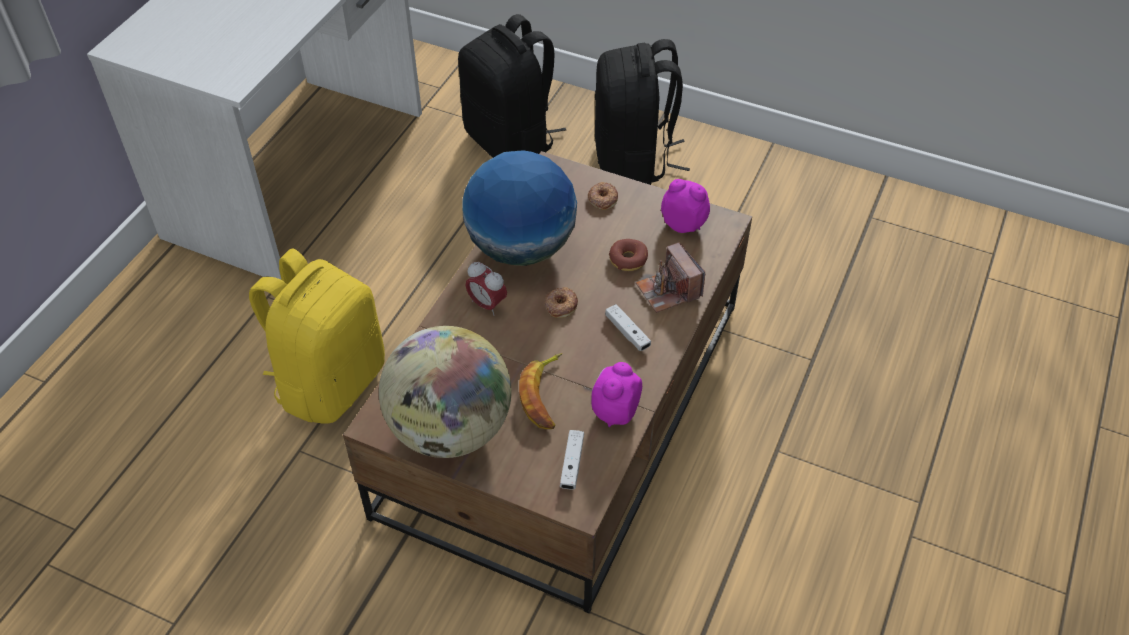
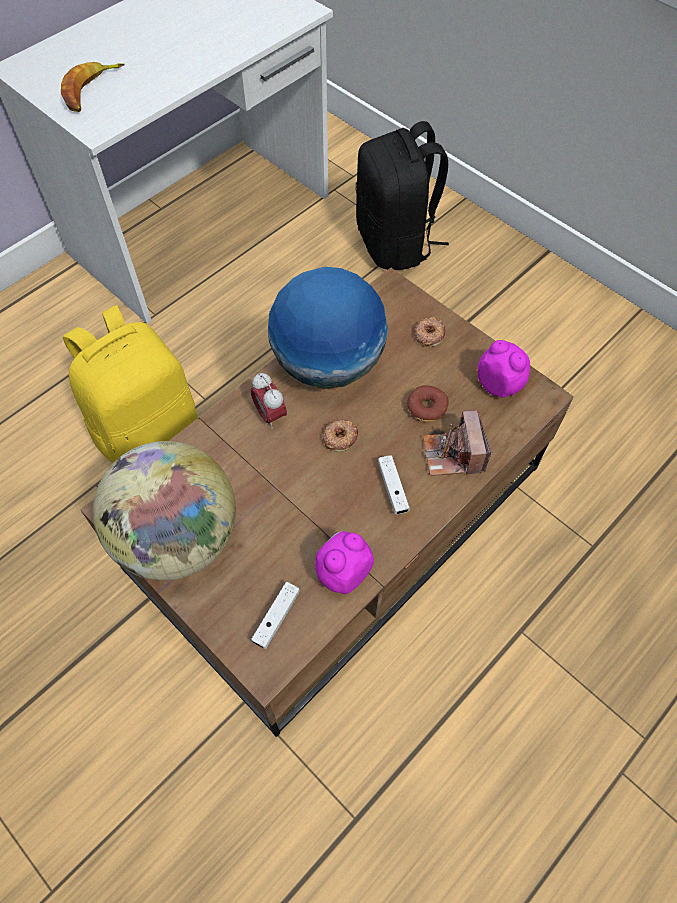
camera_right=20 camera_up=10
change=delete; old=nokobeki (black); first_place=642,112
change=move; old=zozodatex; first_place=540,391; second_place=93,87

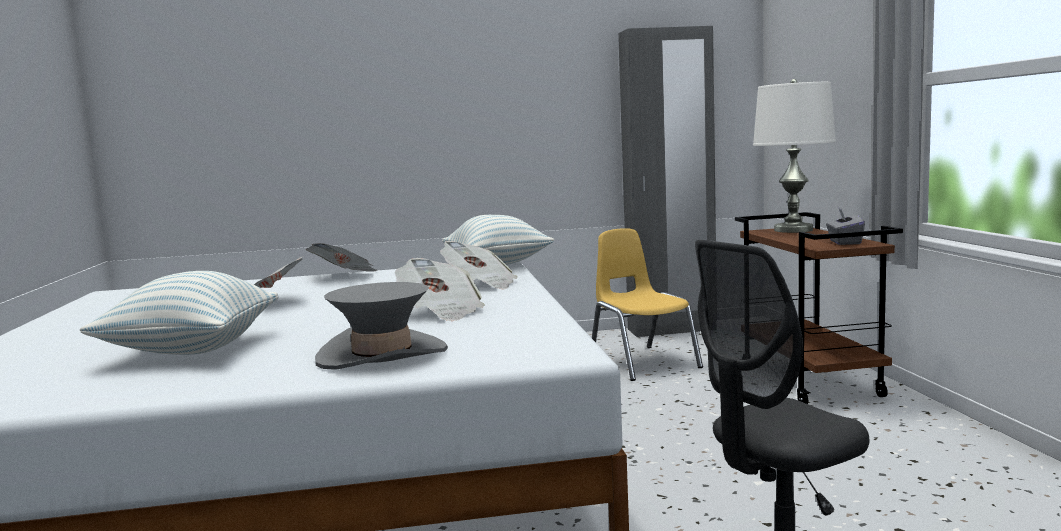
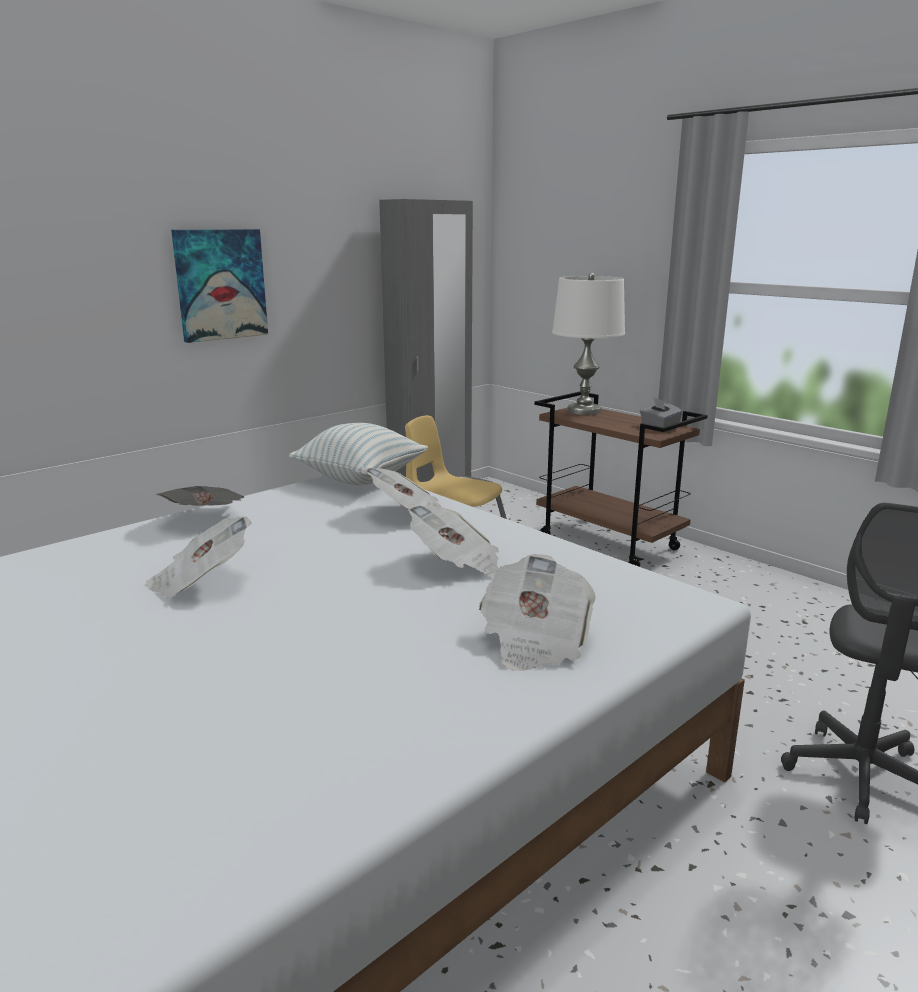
camera_right=-35 camera_up=10
change=delete; old=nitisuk; first_place=179,313
change=replace; old=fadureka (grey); new=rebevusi; first_place=381,326; second_place=537,612
change=insert; new=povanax; second_place=219,286

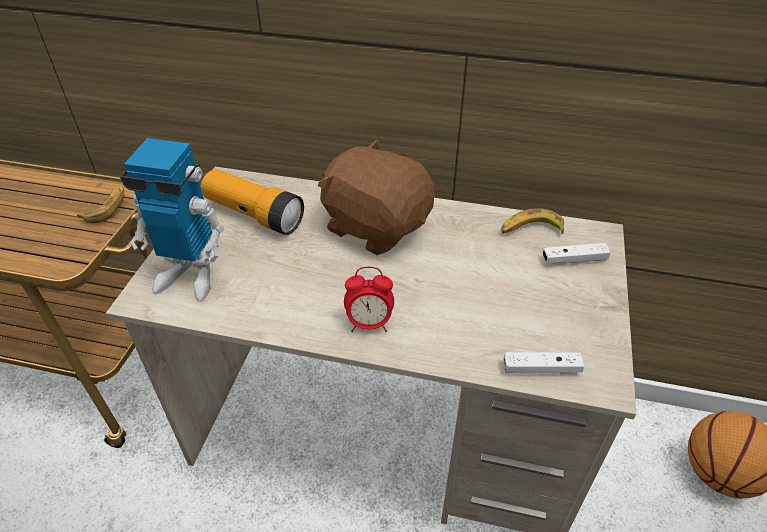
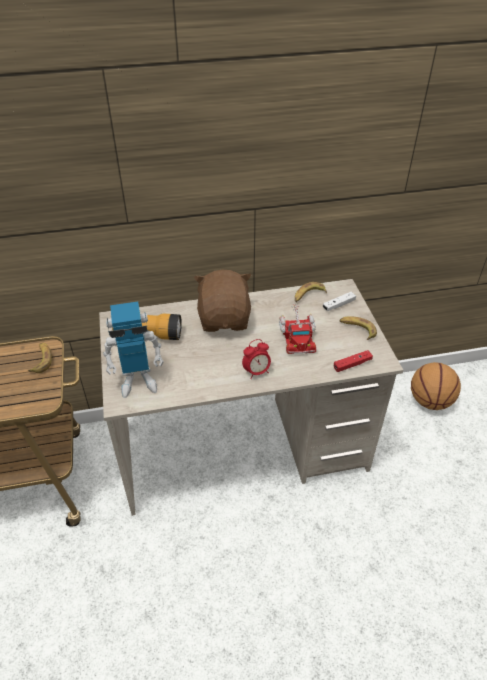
camera_right=-25 camera_up=0
change=rotate; old=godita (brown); first_place=376,197; second_place=222,301; degrees=75
change=recolor; old=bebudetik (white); new=bebudetik (red); first_place=543,362; second_place=353,361
change=insert; new=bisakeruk; second_place=297,328
change=insert; new=zozodatex; second_place=358,328

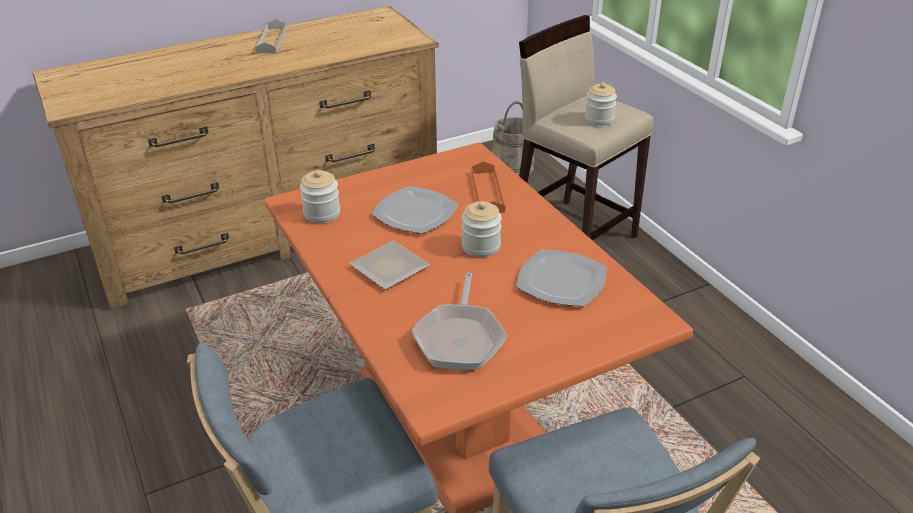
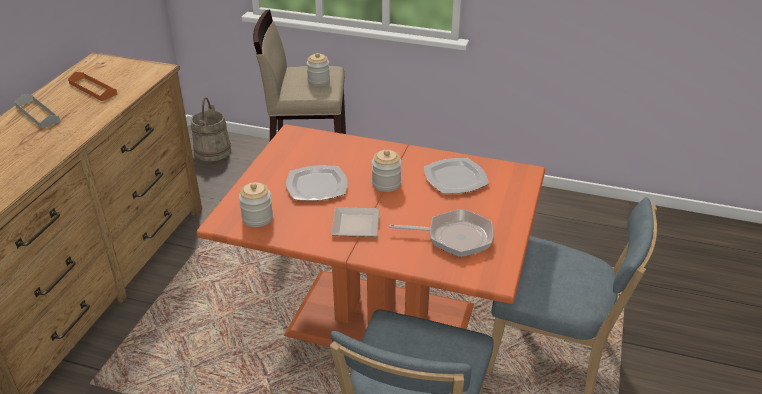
camera_right=-45 camera_up=0
change=move; old=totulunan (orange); first_place=488,187; second_place=93,86
change=rotate; old=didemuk; first_place=459,321; second_place=441,233; degrees=-45

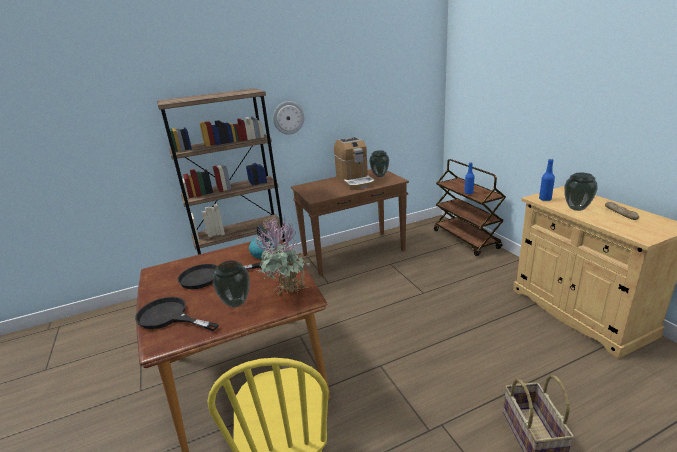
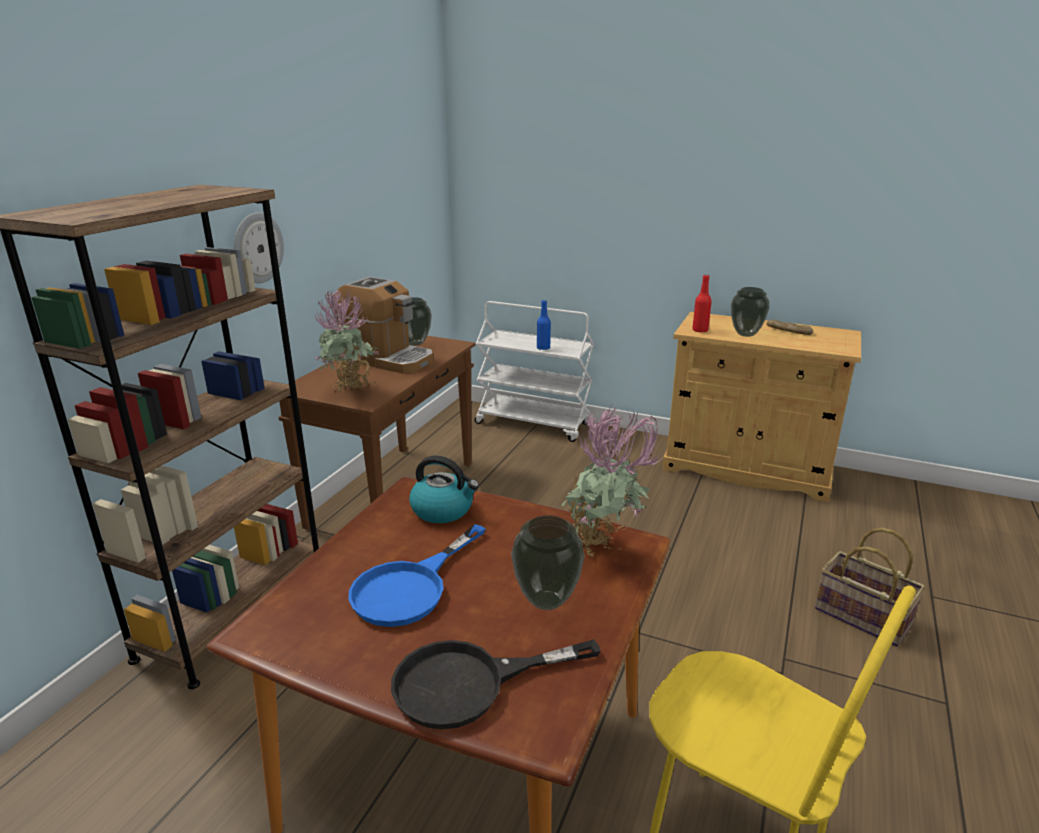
camera_right=-45 camera_up=0
change=recolor; old=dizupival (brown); new=dizupival (white); first_place=470,207; second_place=534,371
change=recolor; old=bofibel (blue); new=bofibel (red); first_place=547,180; second_place=702,303
change=recolor; old=didemuk (black); new=didemuk (blue); first_place=220,275; second_place=417,575
change=insert; new=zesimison; second_place=346,341

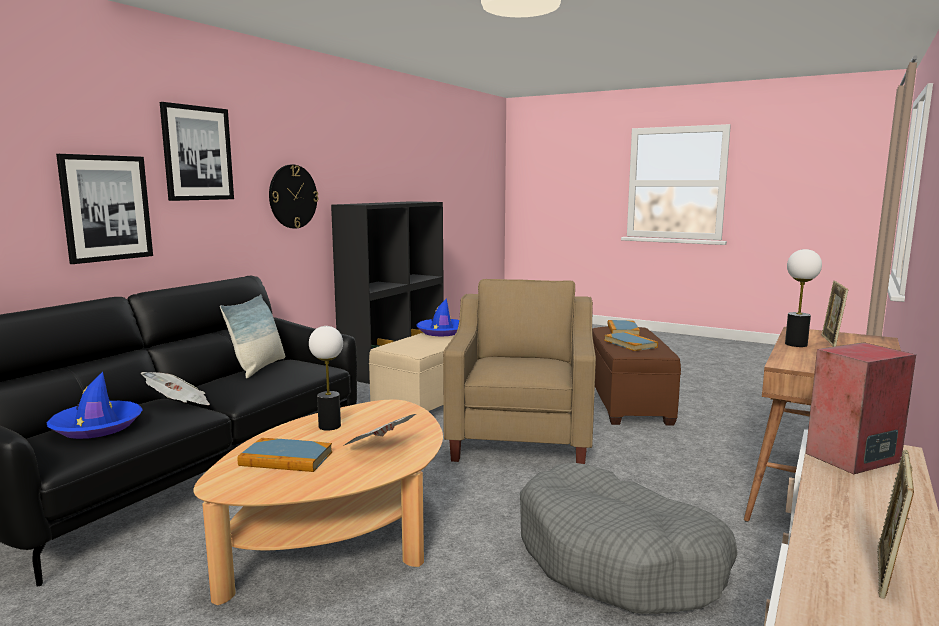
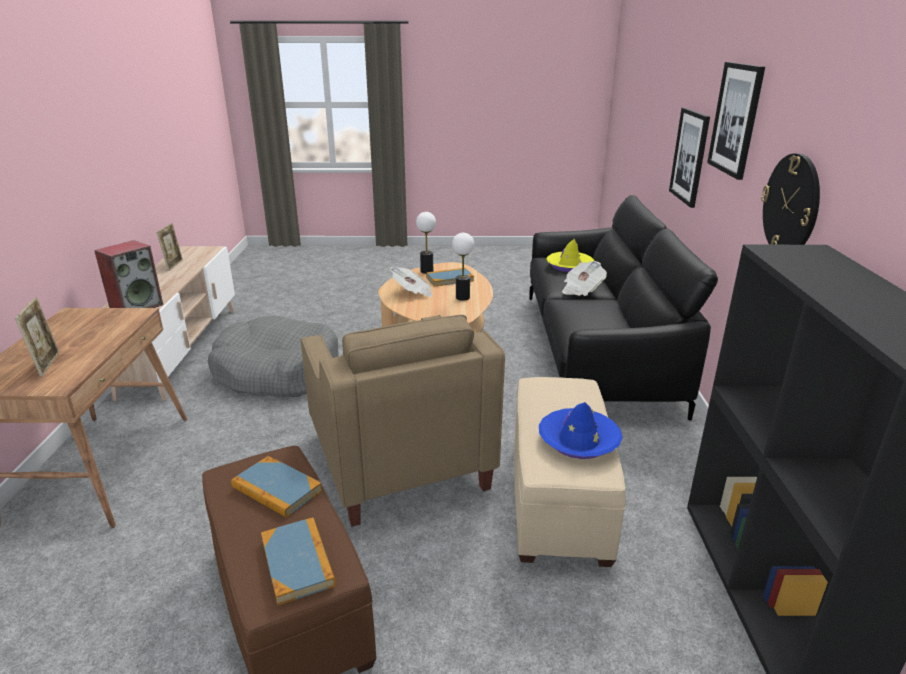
camera_right=150 camera_up=15
change=move; old=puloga; first_place=803,298; second_place=426,243
change=delete; old=nitisuk; first_place=252,336
change=recolor; old=fadureka (blue); new=fadureka (yellow); first_place=95,405; second_place=570,255

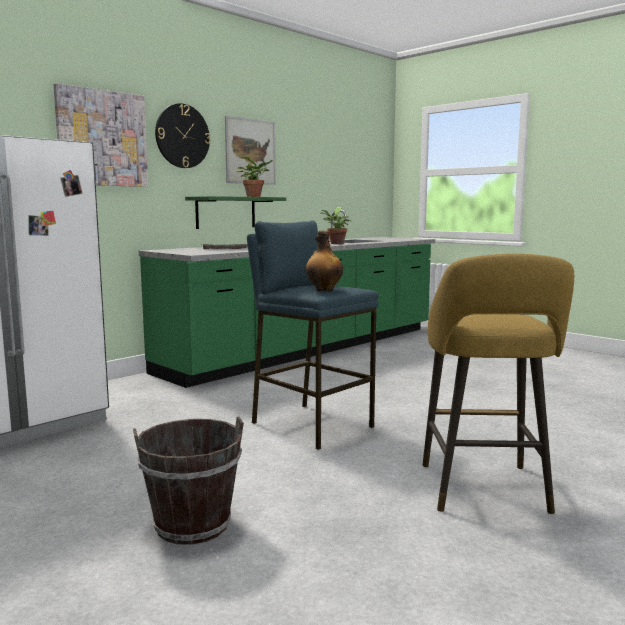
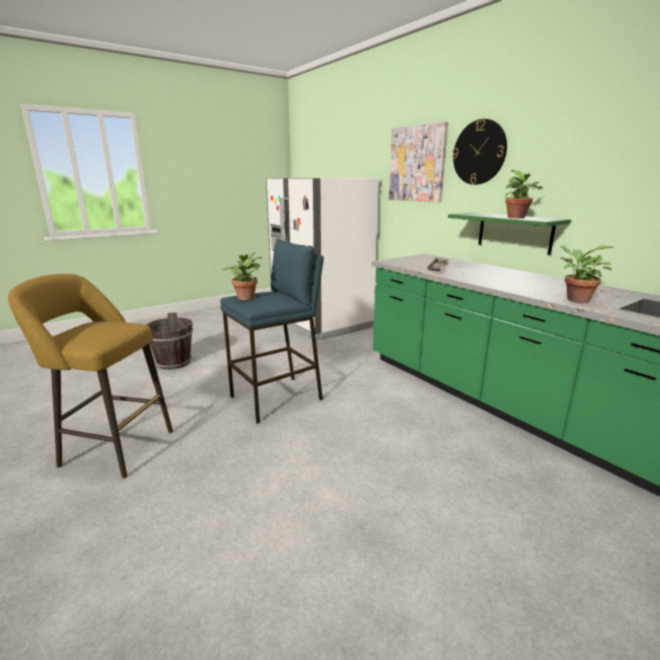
camera_right=100 camera_up=10
change=delete; old=povanax; first_place=250,150
change=replace; old=bofibel; new=zesimison; first_place=324,261; second_place=242,276

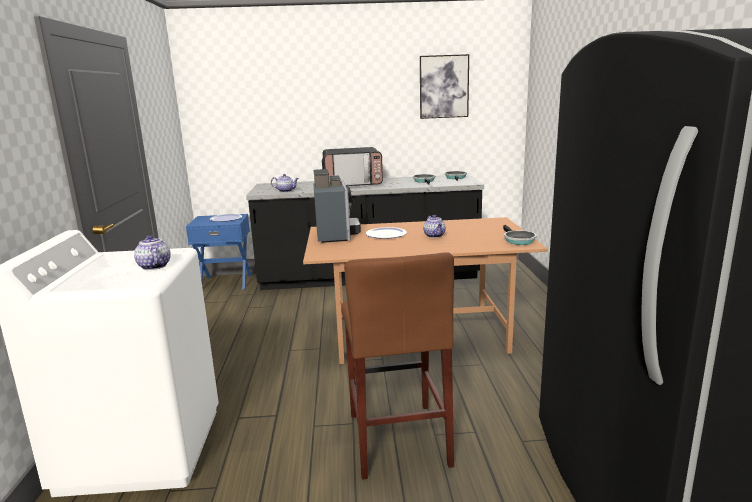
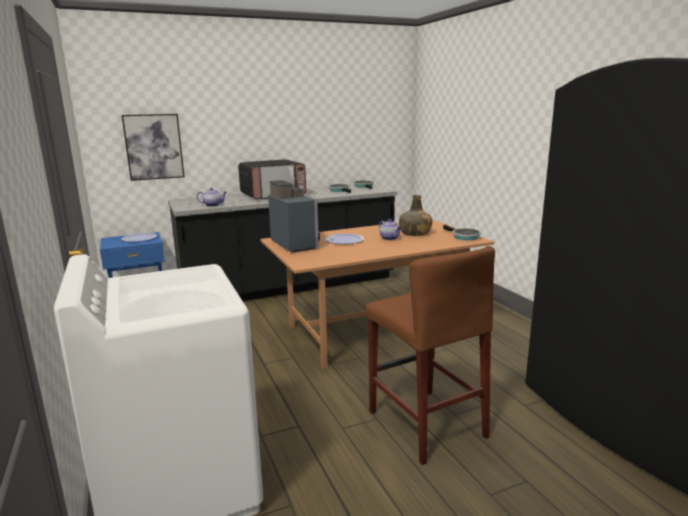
camera_right=-20 camera_up=0
change=move; old=povanax; first_place=444,86; second_place=153,147
change=delete; old=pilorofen; first_place=152,252
change=insert; new=bofibel (green); second_place=415,215

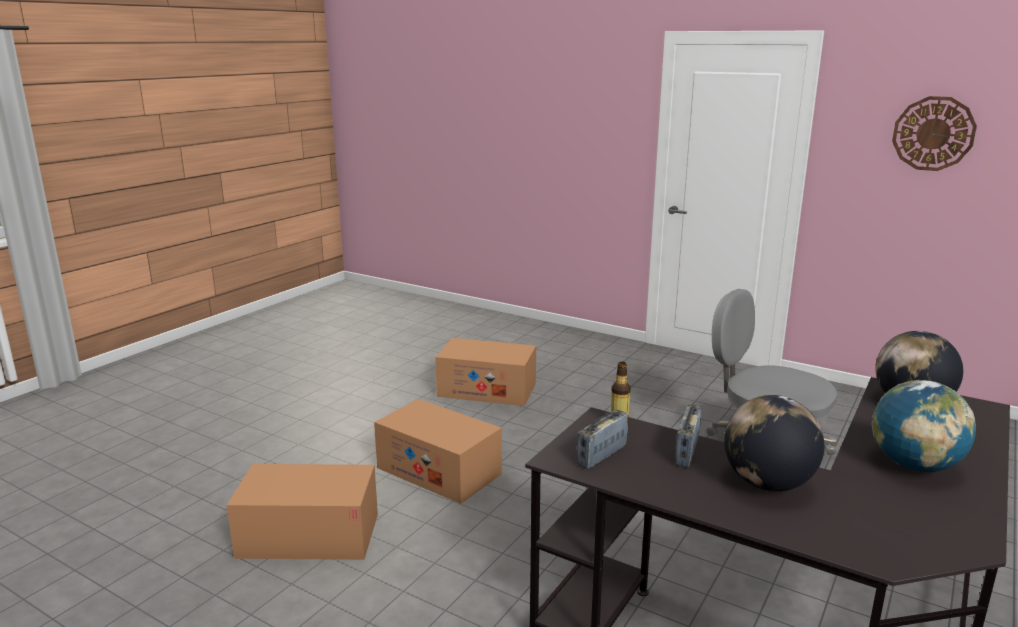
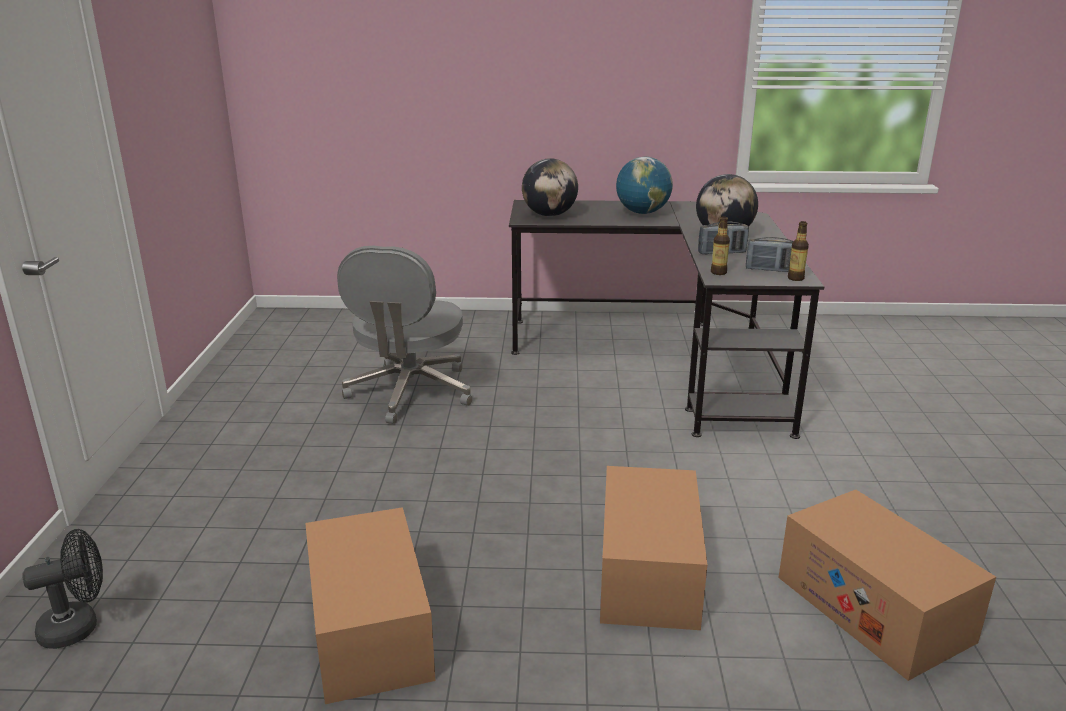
camera_right=-120 camera_up=5
change=delete; old=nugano; first_place=934,133
change=insert; new=bofibel; second_place=798,251
change=insert; new=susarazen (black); second_place=62,589

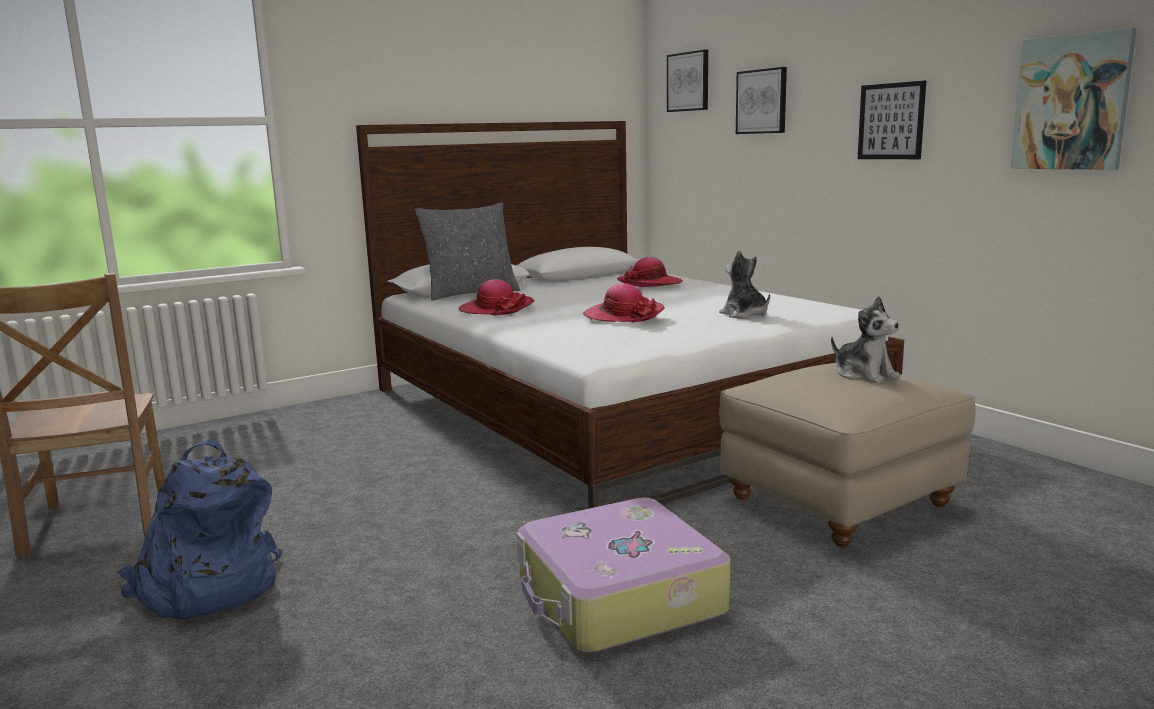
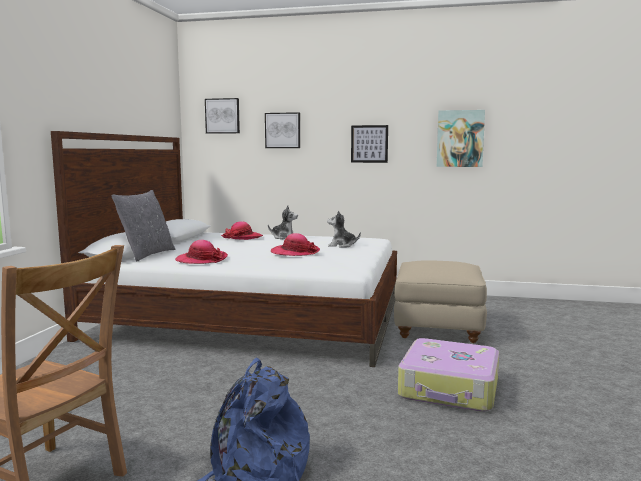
camera_right=-45 camera_up=-5
change=move; old=godita; first_place=865,339; second_place=283,222

